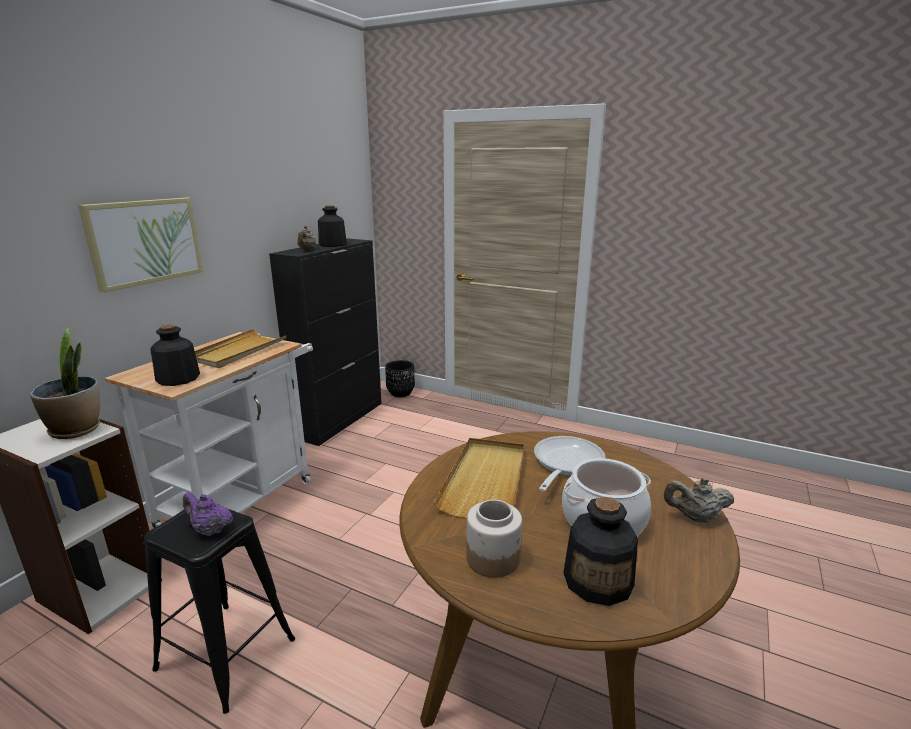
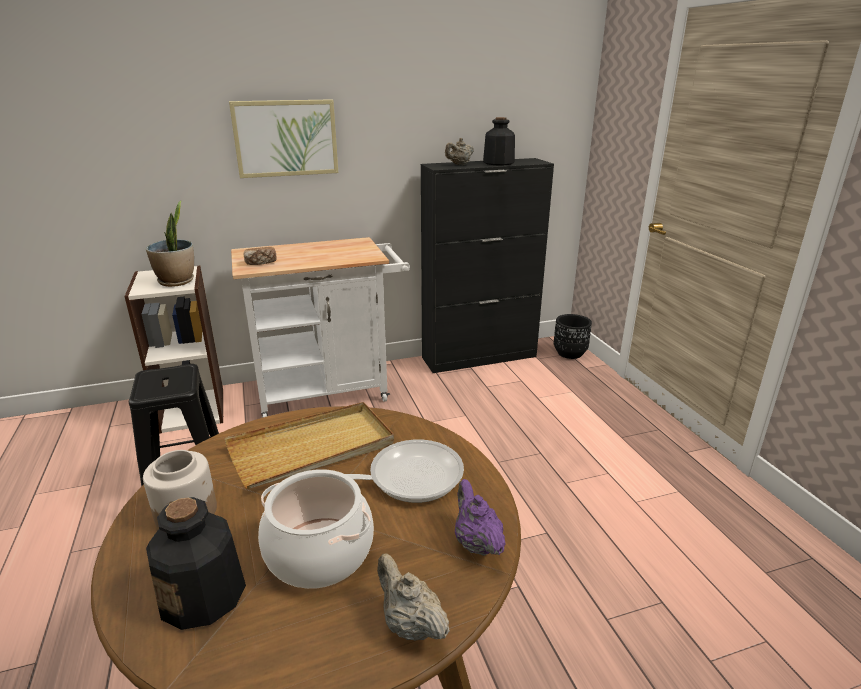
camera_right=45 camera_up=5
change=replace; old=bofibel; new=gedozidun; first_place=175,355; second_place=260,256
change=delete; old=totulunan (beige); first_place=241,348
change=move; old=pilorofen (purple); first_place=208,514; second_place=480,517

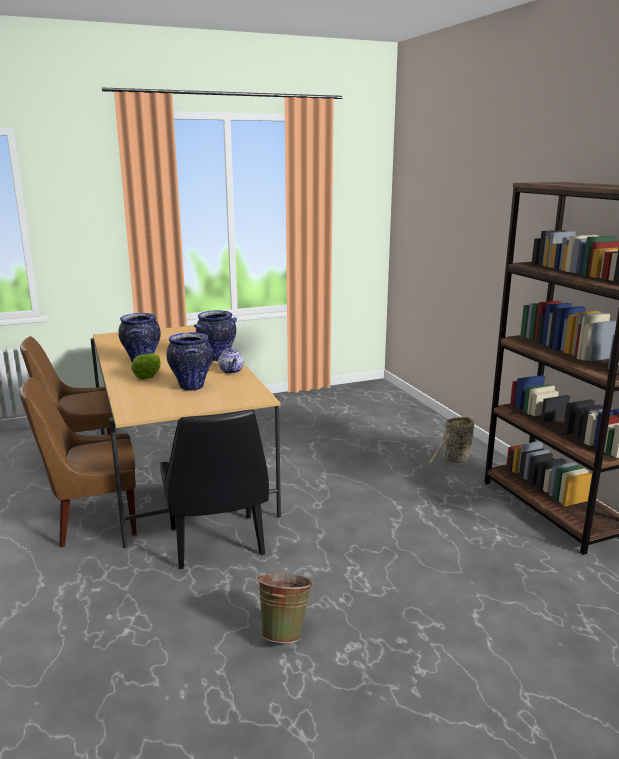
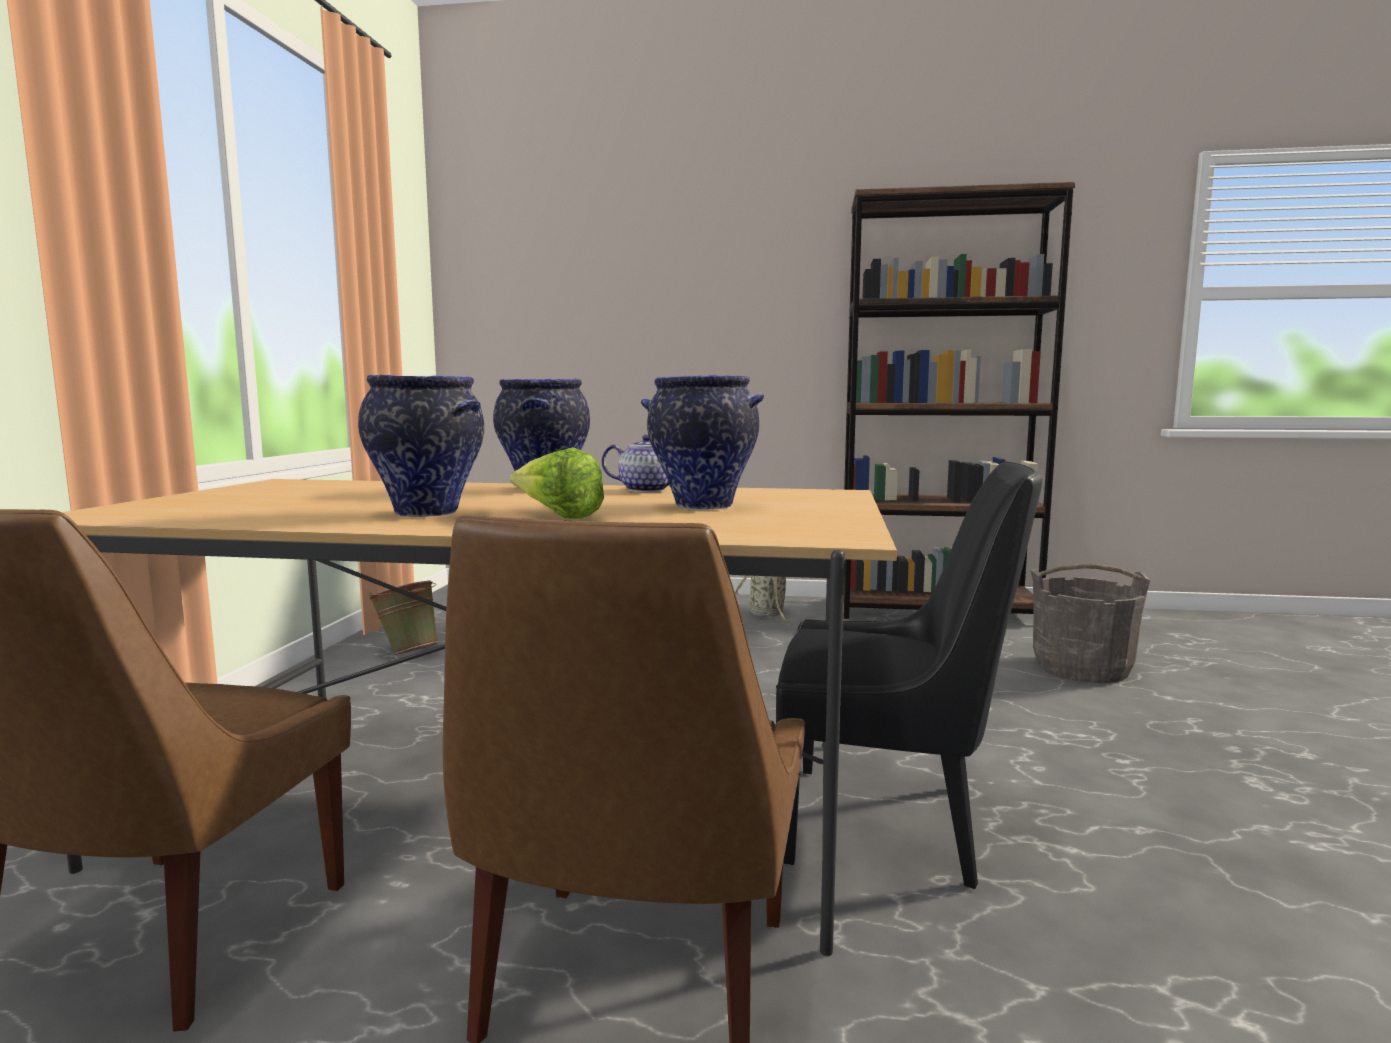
camera_right=-60 camera_up=-10
change=move; old=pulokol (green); first_place=285,608; second_place=403,617
change=insert; new=pulokol (grey); second_place=1090,623

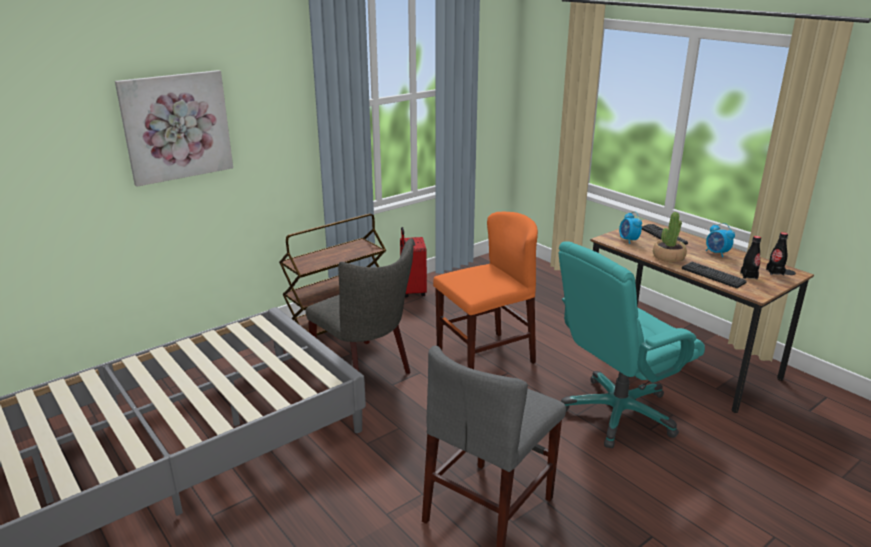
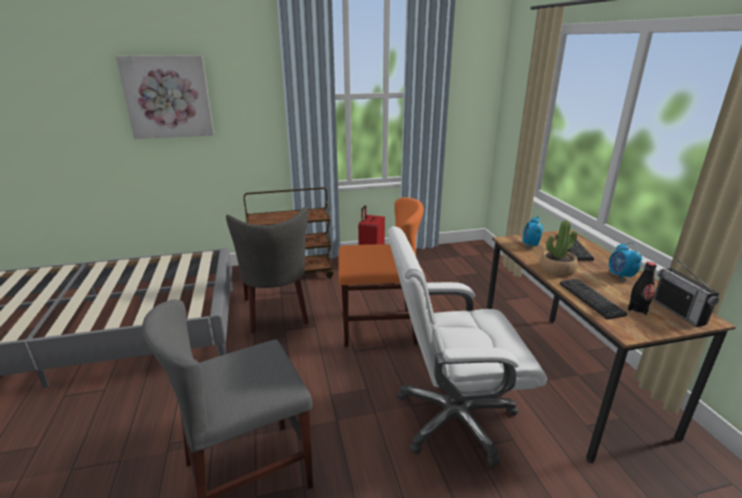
camera_right=25 camera_up=0
change=replace; old=bofibel (black); new=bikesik; first_place=777,253; second_place=686,292
change=recolor; old=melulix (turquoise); new=melulix (white); first_place=631,344; second_place=467,346

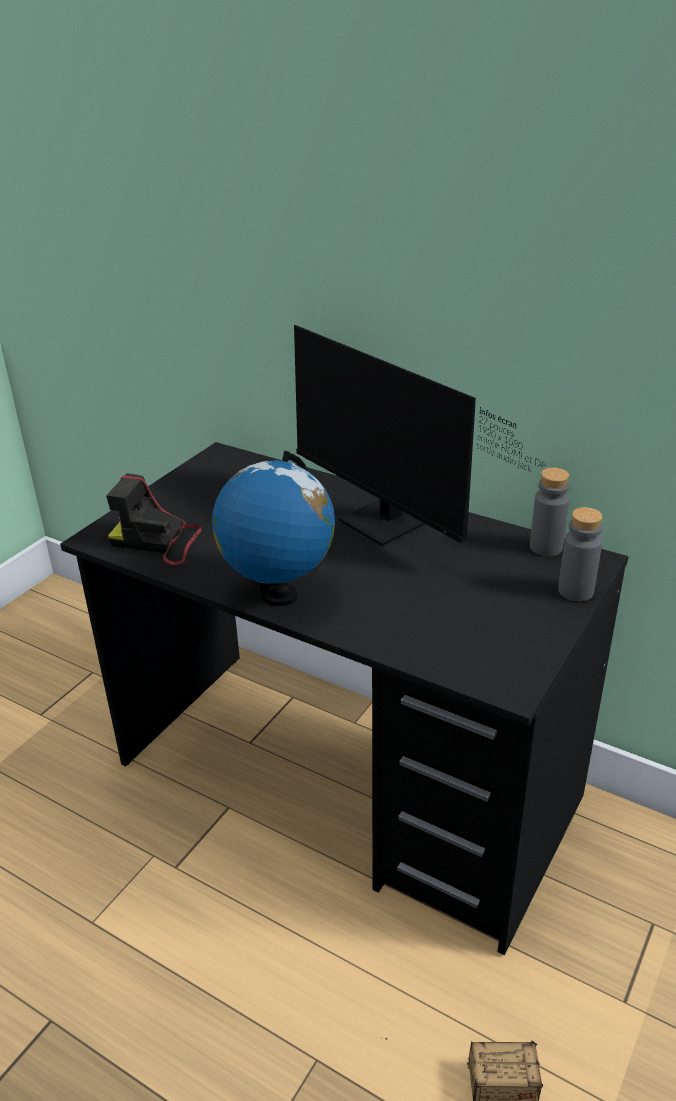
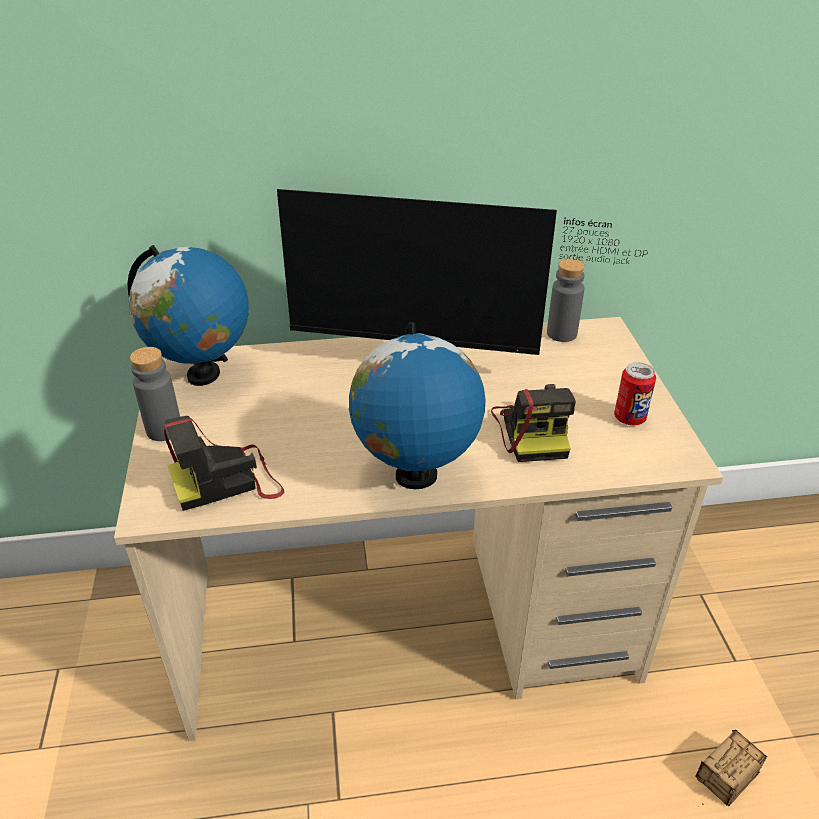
camera_right=-40 camera_up=5
change=recolor; old=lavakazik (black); new=lavakazik (beige); first_place=344,698; second_place=418,529
change=move; old=bofibel (grey); first_place=580,554; second_place=155,394
change=insert; new=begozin; second_place=188,315
change=insert; new=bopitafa; second_place=635,393
change=insert; new=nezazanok; second_place=533,423

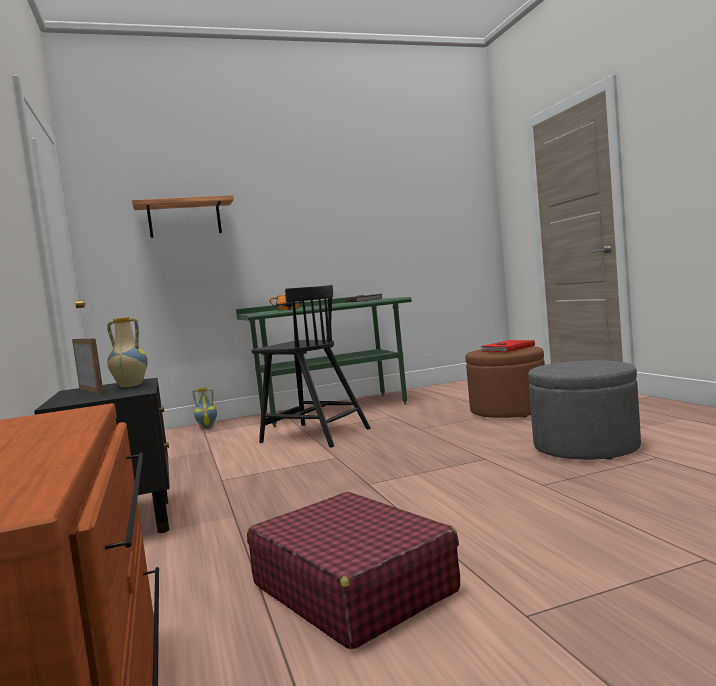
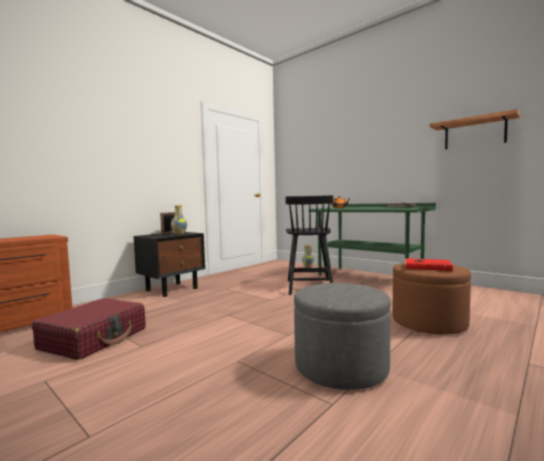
camera_right=60 camera_up=0
change=move; old=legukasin; first_place=183,216; second_place=474,129

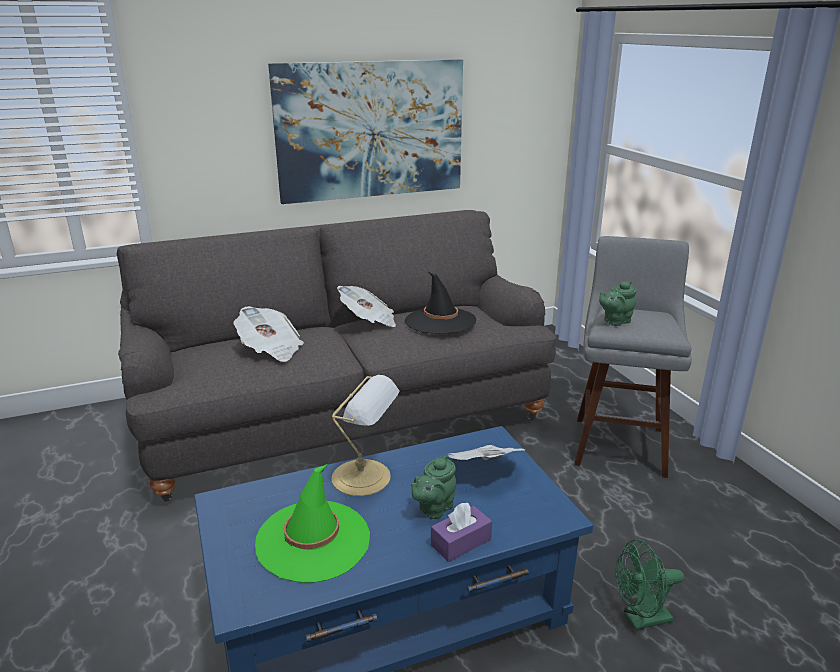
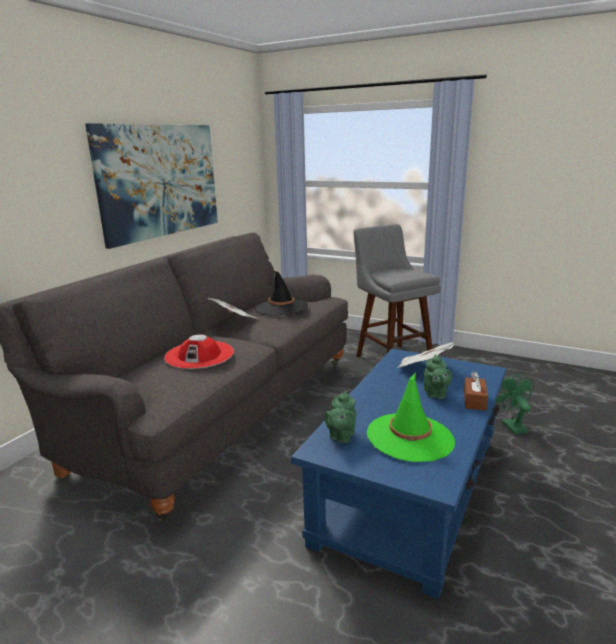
camera_right=-40 camera_up=-5
change=move; old=pilorofen (green); first_place=618,303; second_place=340,417
change=replace; old=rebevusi; new=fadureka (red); first_place=269,334; second_place=199,352
change=delete; old=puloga; first_place=365,435
change=recolor; old=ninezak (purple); new=ninezak (brown); first_place=461,532; second_place=476,391
change=rotate; old=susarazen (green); first_place=649,584; second_place=514,404; degrees=135

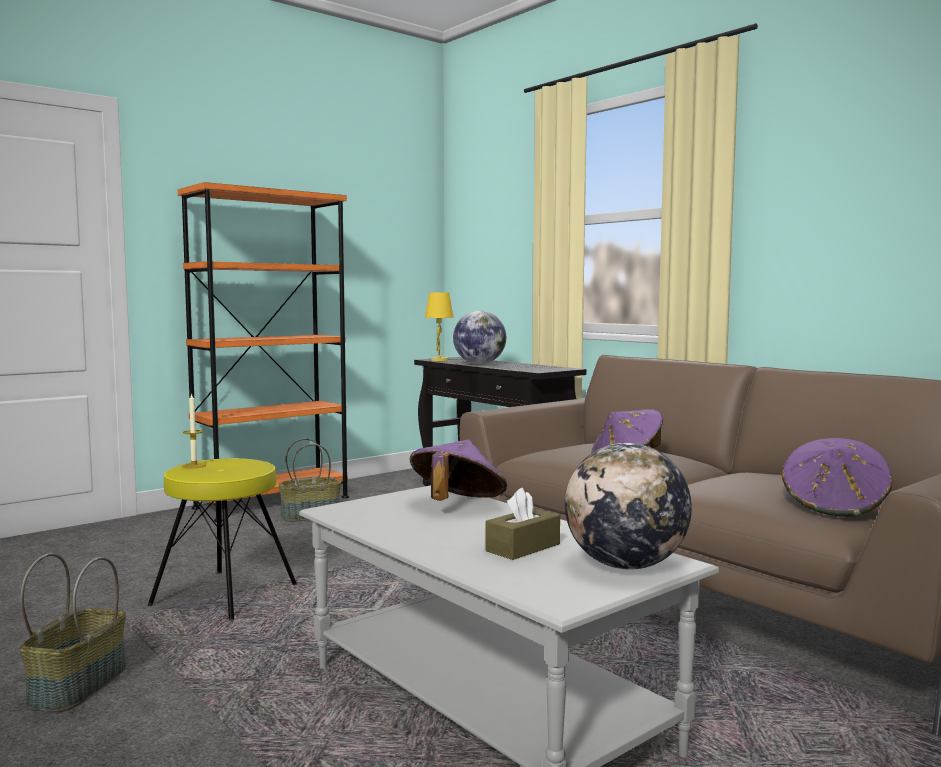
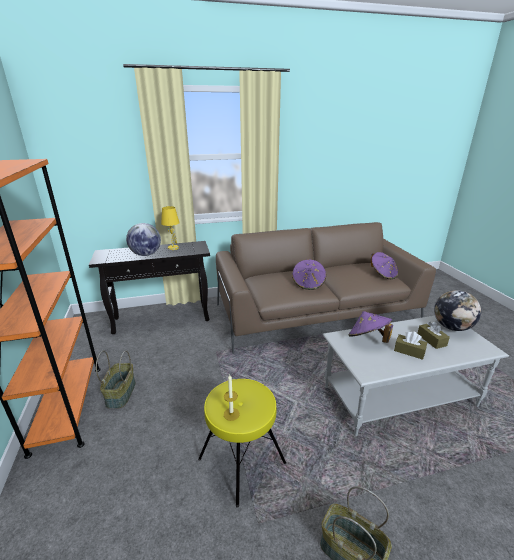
camera_right=-65 camera_up=20
change=move; old=puloga (yellow); first_place=439,326; second_place=170,228
change=insert; new=ninezak (brown); second_place=410,346

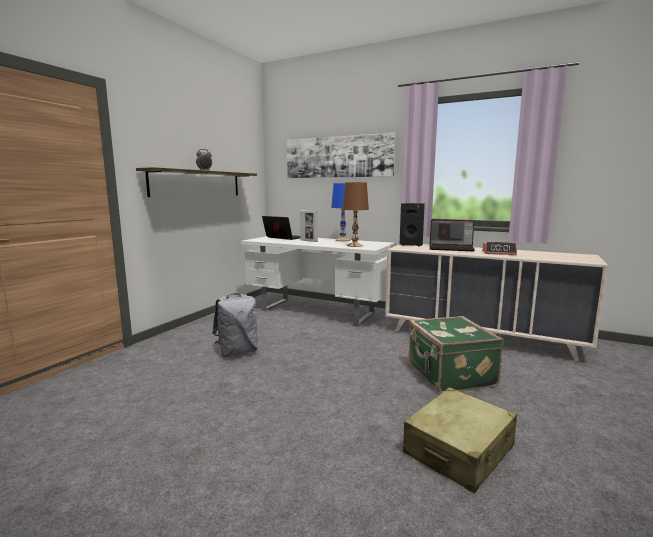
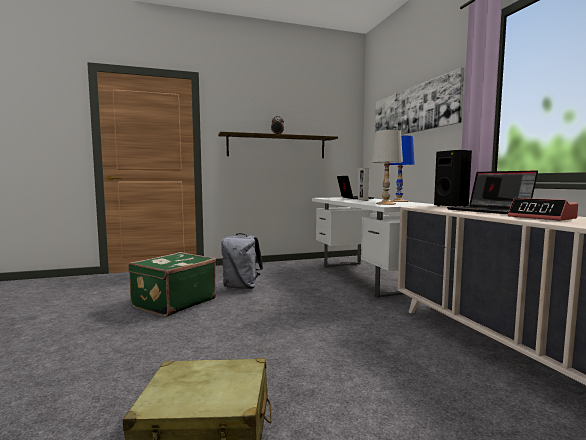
camera_right=45 camera_up=-5
change=recolor; old=puloga (brown); new=puloga (white); first_place=355,214; second_place=387,167
change=move; old=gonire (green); first_place=456,354; second_place=172,284

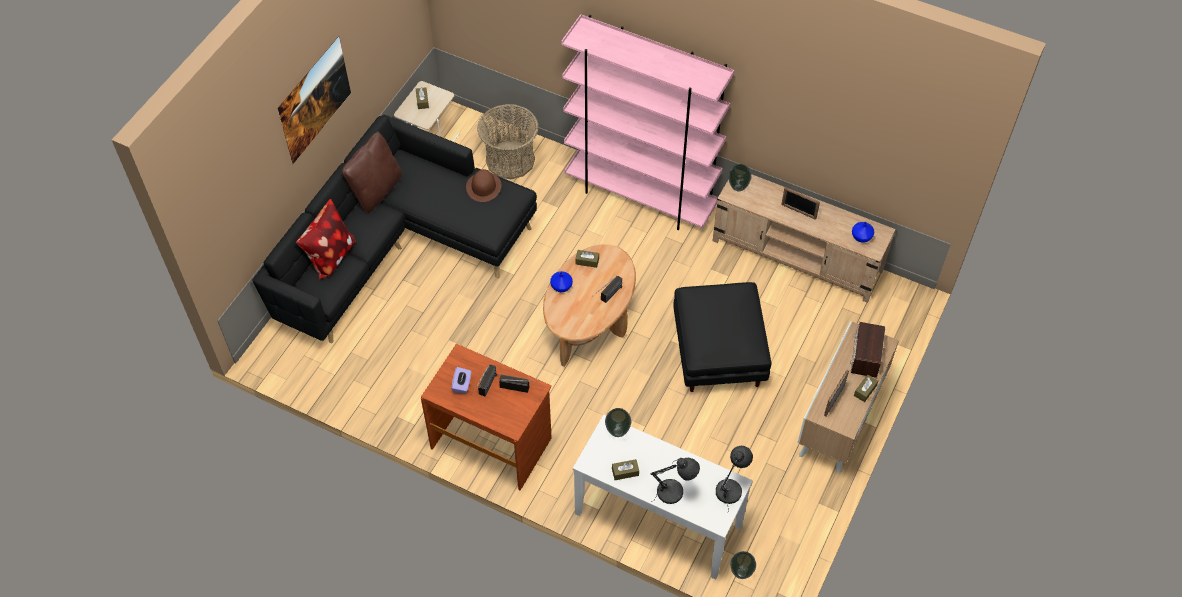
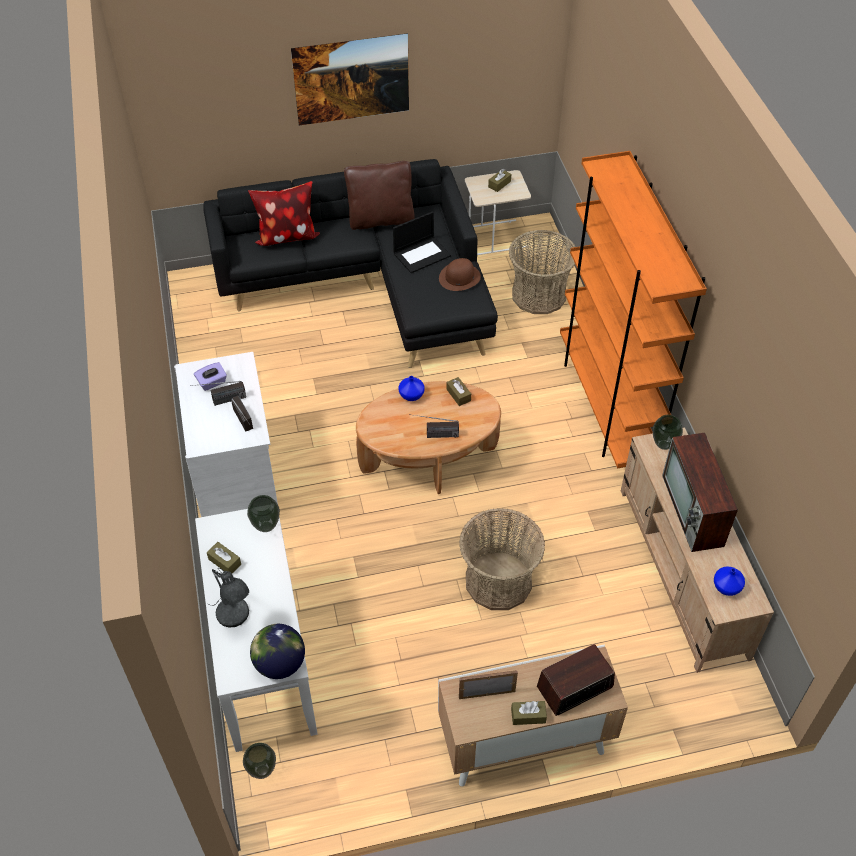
camera_right=50 camera_up=-5
change=recolor; old=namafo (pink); new=namafo (orange); first_place=647,122; second_place=633,310
change=replace; old=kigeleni; new=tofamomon; first_place=800,203; second_place=700,492
change=replace; old=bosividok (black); new=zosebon; first_place=722,337; second_place=502,559
change=recolor; old=lavakazik (brown); new=lavakazik (white); first_place=486,417; second_place=226,434
change=replace; old=puloga (grey); new=begozin; first_place=734,478; second_place=277,651
change=insert; new=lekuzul; second_place=422,242

